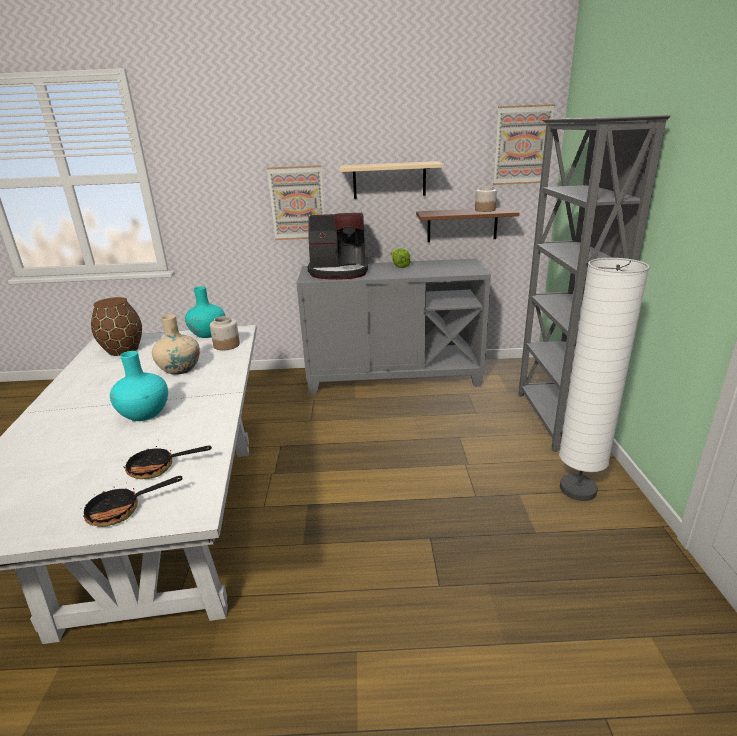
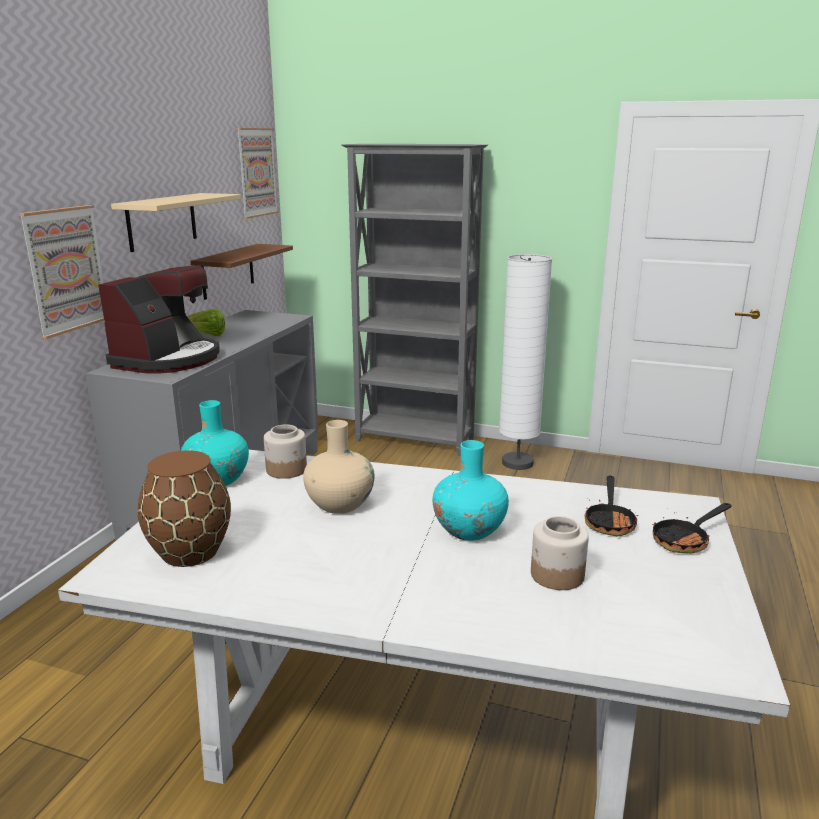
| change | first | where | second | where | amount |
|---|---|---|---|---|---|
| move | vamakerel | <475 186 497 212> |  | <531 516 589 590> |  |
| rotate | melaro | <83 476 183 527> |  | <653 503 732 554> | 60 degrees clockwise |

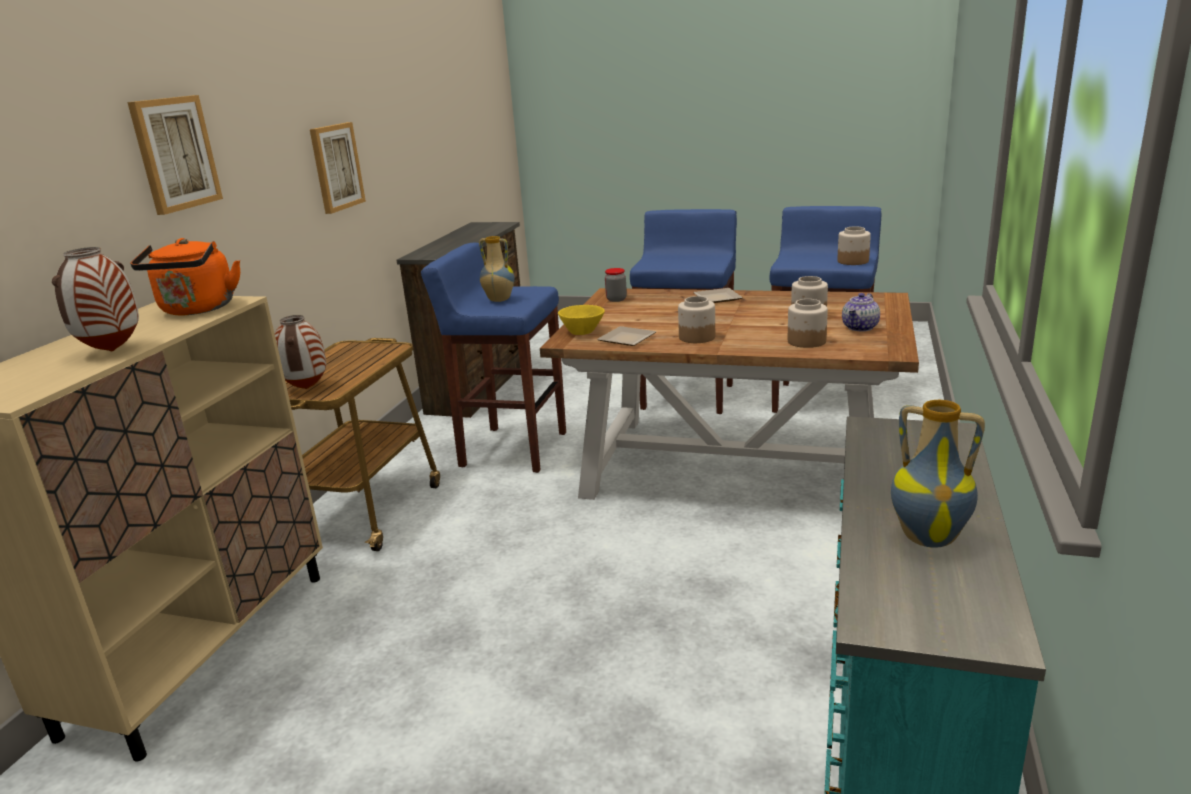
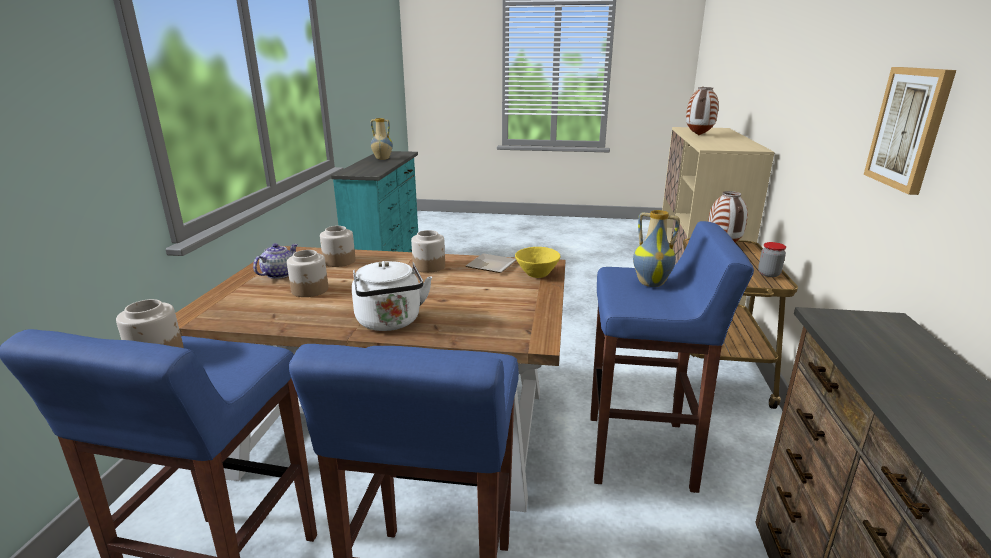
| change | first | where | second | where | amount |
|---|---|---|---|---|---|
| delete | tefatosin | <127 95 223 215> |  |  |  |
| delete | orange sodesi | <130 238 240 315> |  |  |  |
| move | vamakerel | <605 268 627 302> |  | <758 242 786 277> |  |
| replace | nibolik | <693 288 743 303> | white sodesi | <352 261 432 331> |  |

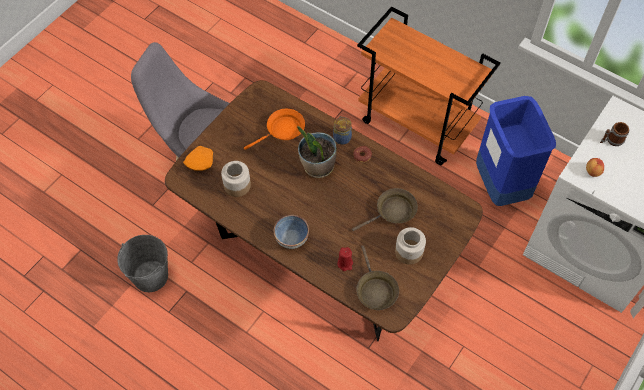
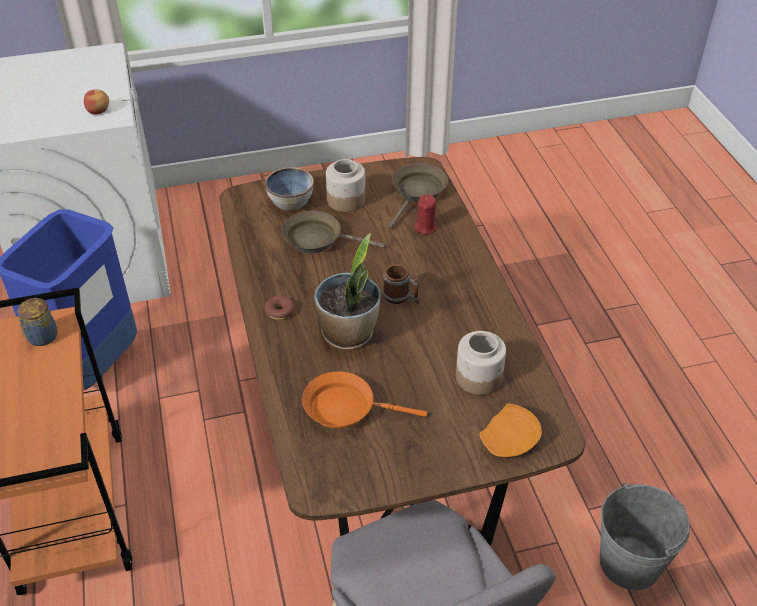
| change | first | where | second | where | amount |
|---|---|---|---|---|---|
| move | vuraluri | <273 215 309 249> |  | <265 167 314 211> |  |
| move | vamakerel | <333 116 352 145> |  | <18 298 57 346> |  |
| move | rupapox | <600 122 629 146> |  | <382 264 419 304> |  |

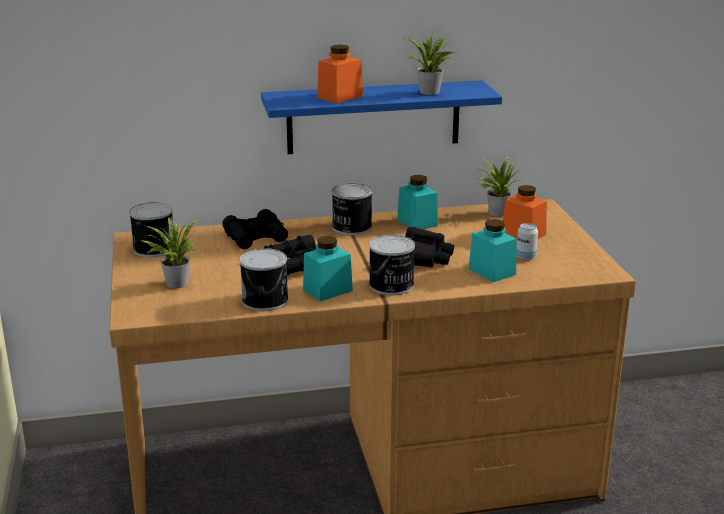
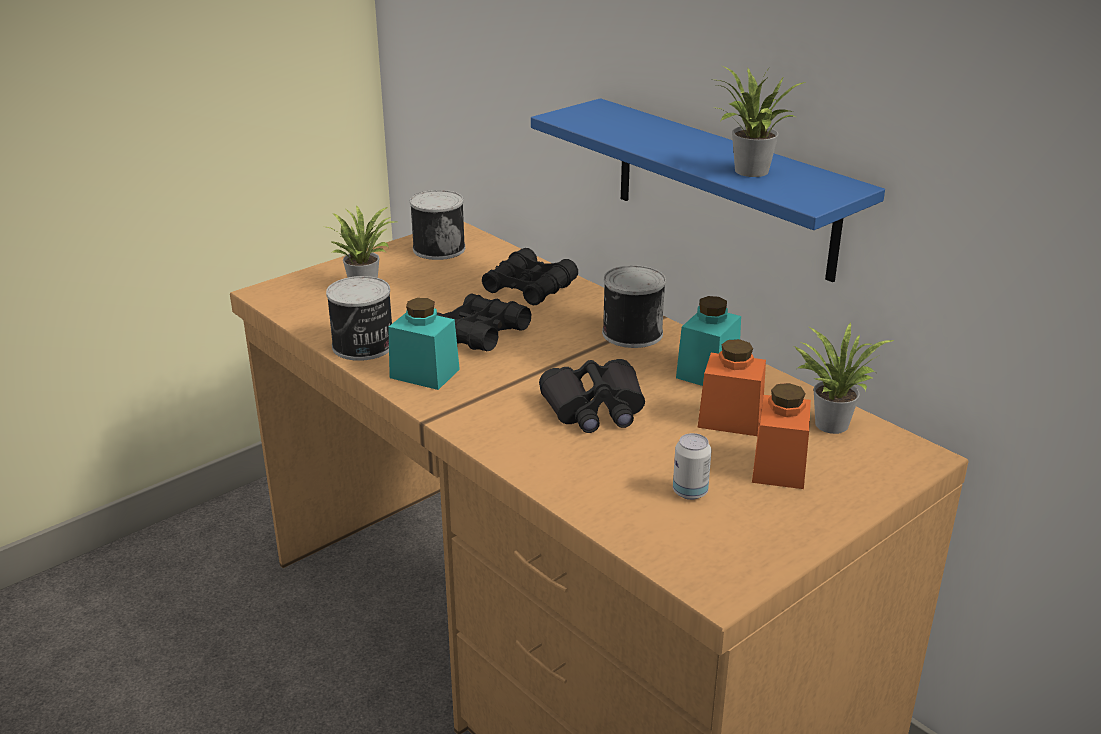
| change | first | where | second | where | amount |
|---|---|---|---|---|---|
| delete | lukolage | <369 235 415 295> |  |  |  |
| delete | turquoise vamakerel | <469 219 517 282> |  |  |  |
| move | orange vamakerel | <317 45 363 103> |  | <698 339 766 436> |  |

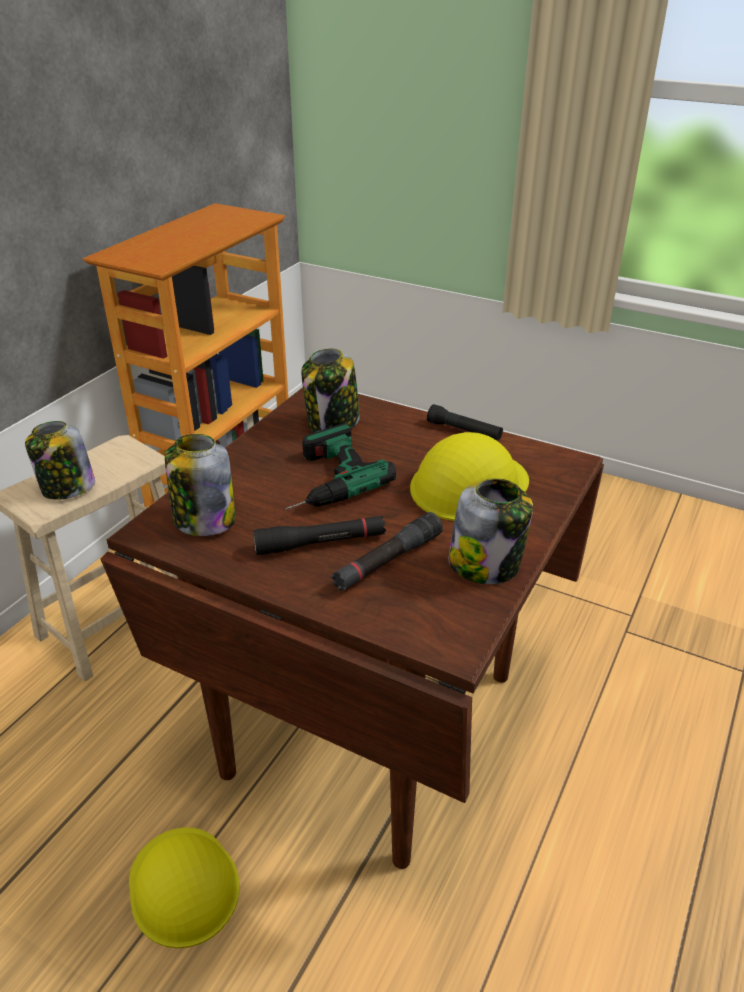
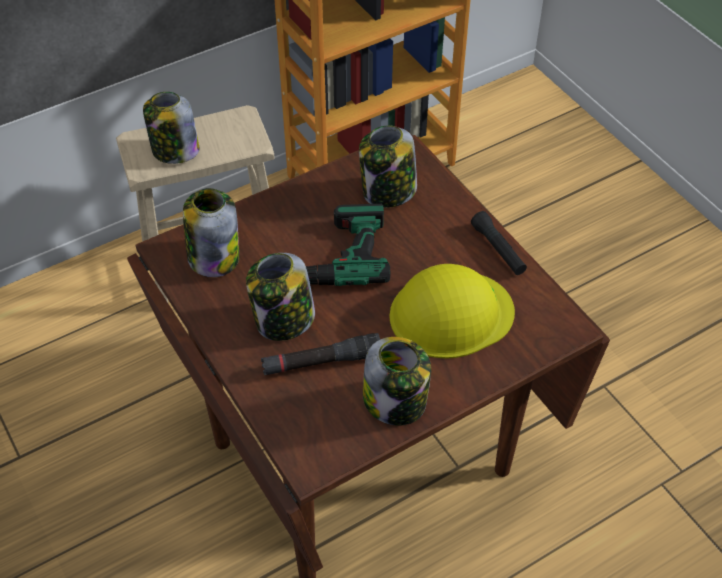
| change | first | where | second | where | amount |
|---|---|---|---|---|---|
| delete | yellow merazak | <129 827 239 948> |  |  |  |
| replace | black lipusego | <253 516 386 555> | vamakerel | <246 253 315 341> |  |

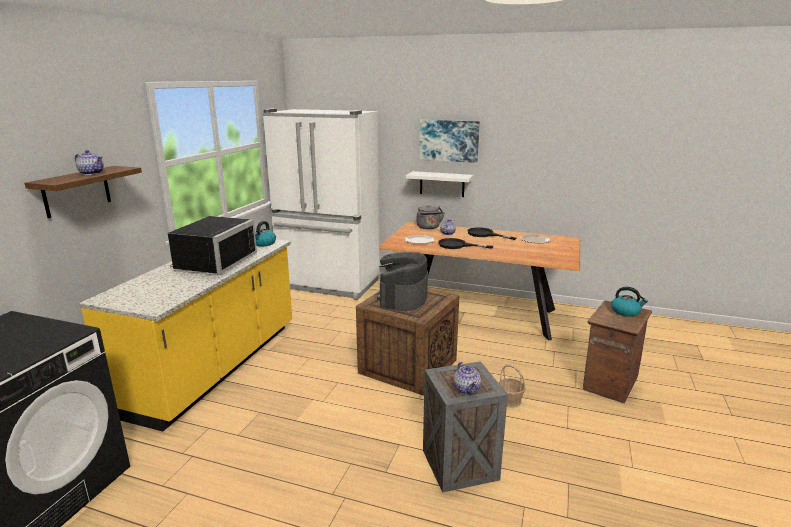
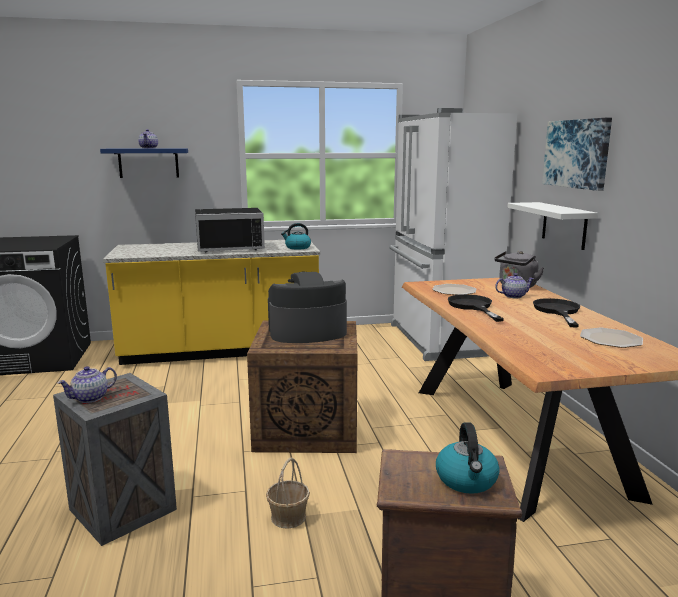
| change | first | where | second | where | amount |
|---|---|---|---|---|---|
| recolor | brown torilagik | <24 166 142 218> | blue torilagik | <100 149 188 178> |  |

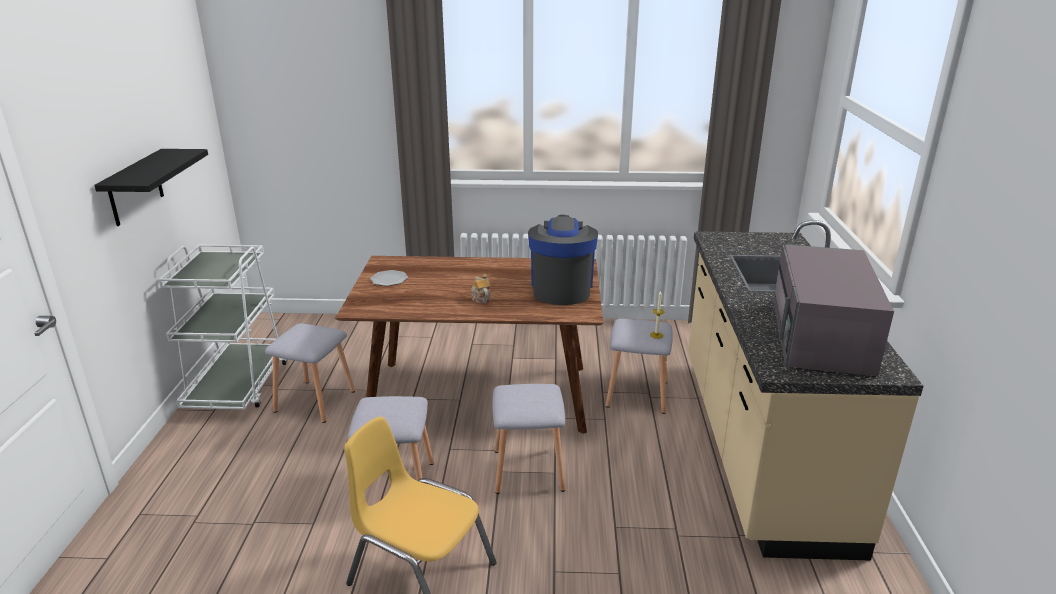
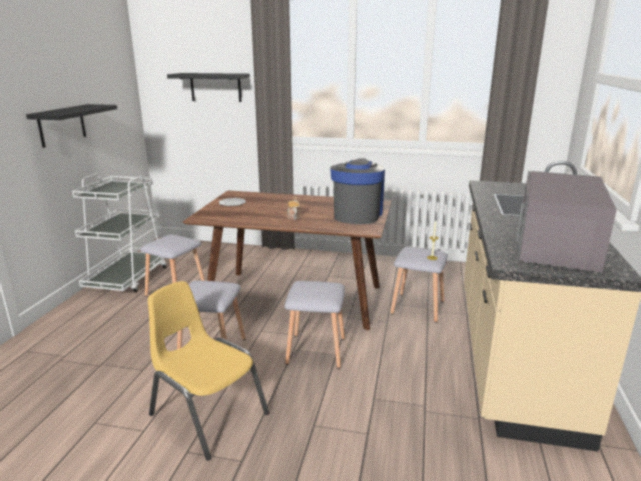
| change | first | where | second | where | amount |
|---|---|---|---|---|---|
| insert |  |  | black torilagik | <167 73 250 102> |  |

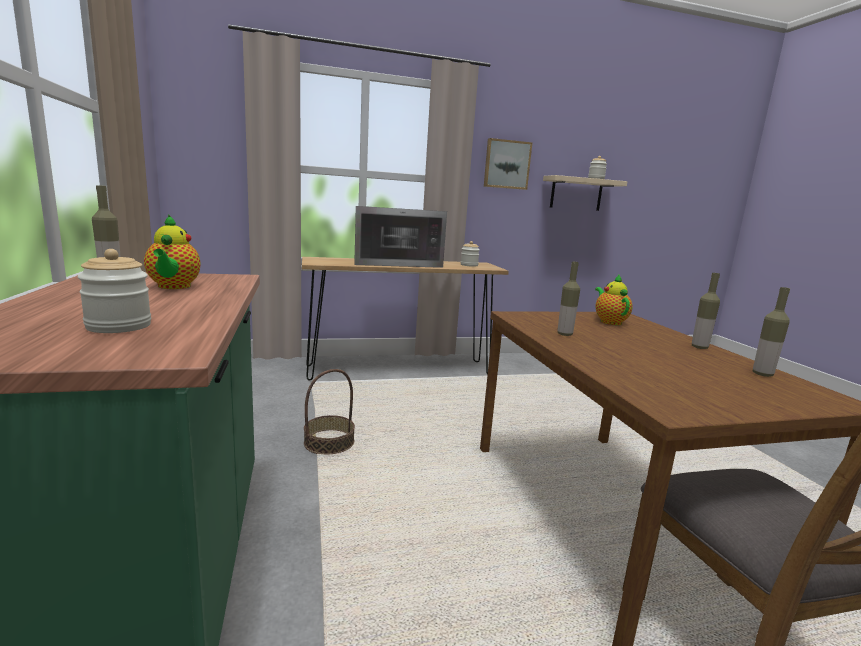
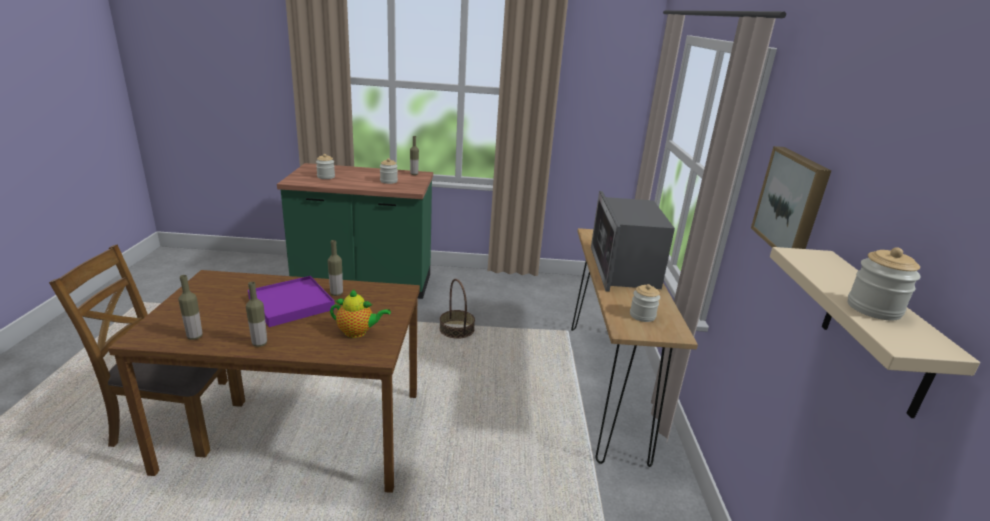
| change | first | where | second | where | amount |
|---|---|---|---|---|---|
| insert |  |  | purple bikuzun | <248 276 335 327> |  |
| replace | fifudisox | <144 214 200 289> | vamakerel | <380 158 398 184> |  |

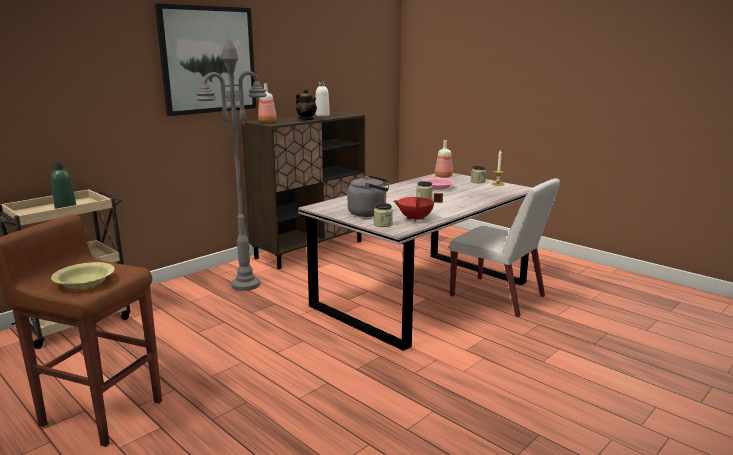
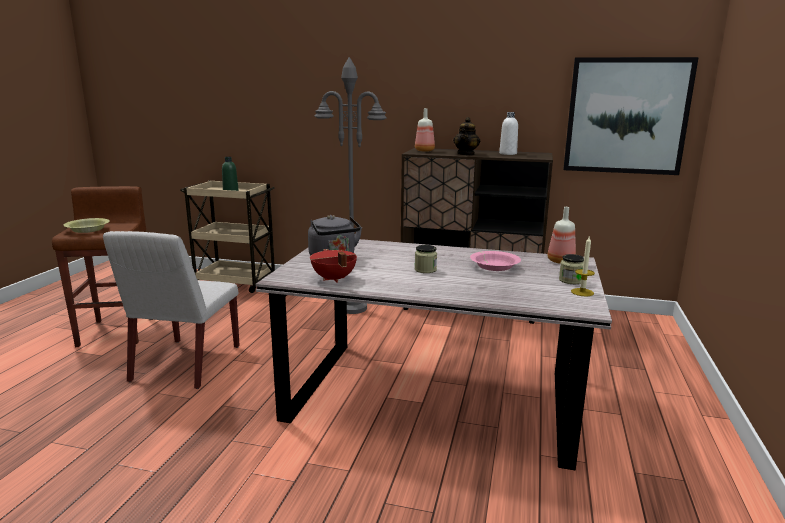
| change | first | where | second | where | amount |
|---|---|---|---|---|---|
| delete | vamakerel | <374 203 393 227> |  |  |  |
| move | tefatosin | <155 3 257 116> |  | <563 57 699 175> |  |
| move | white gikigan | <449 178 560 317> |  | <103 231 240 389> |  |

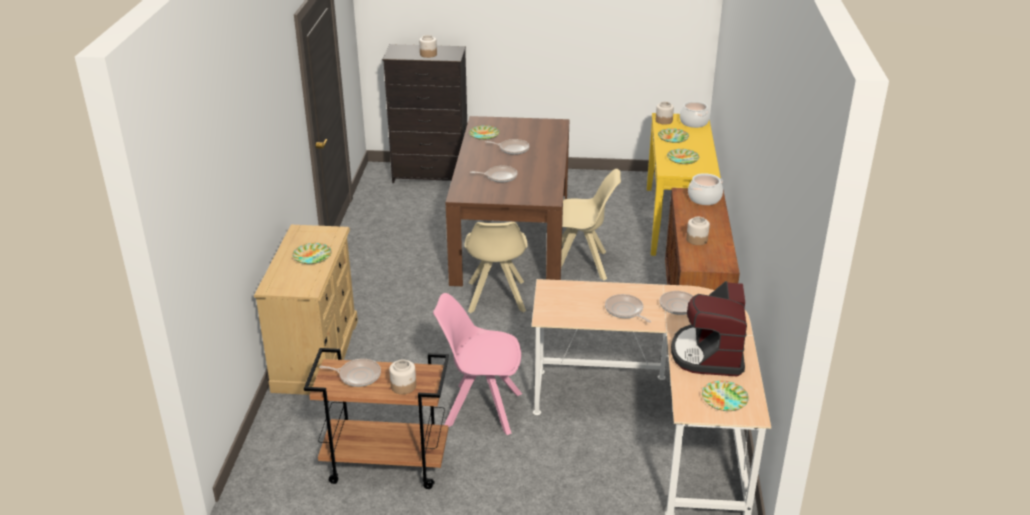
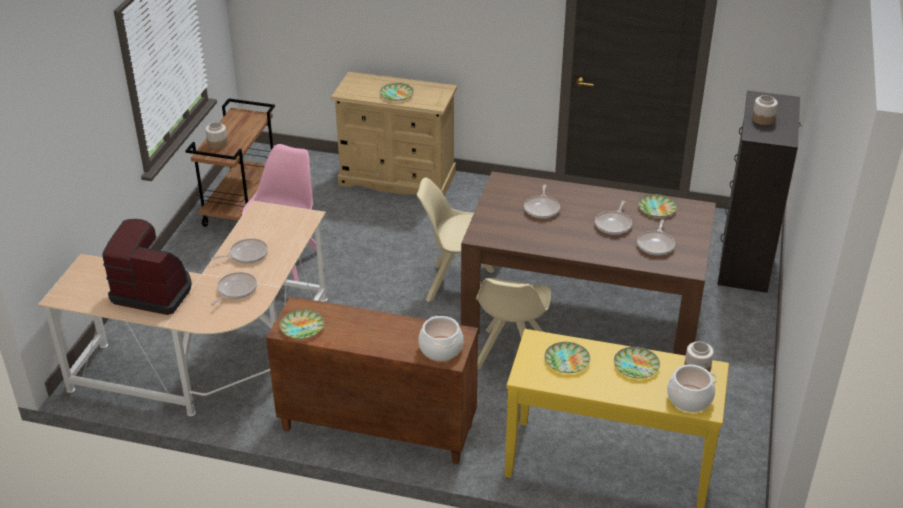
| change | first | where | second | where | amount |
|---|---|---|---|---|---|
| delete | vamakerel | <686 217 710 245> |  |  |  |
| move | melaro | <319 359 381 387> |  | <637 219 675 256> |  |
| move | nibolik | <702 381 749 411> |  | <280 309 324 339> |  |

